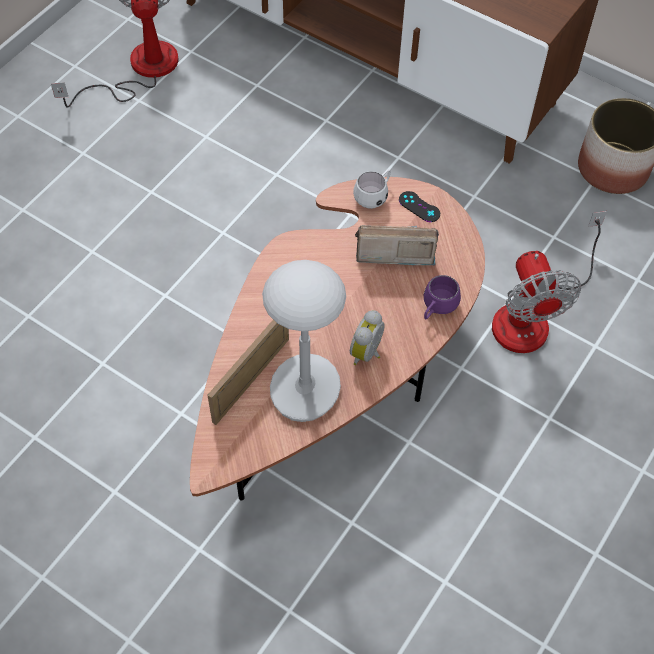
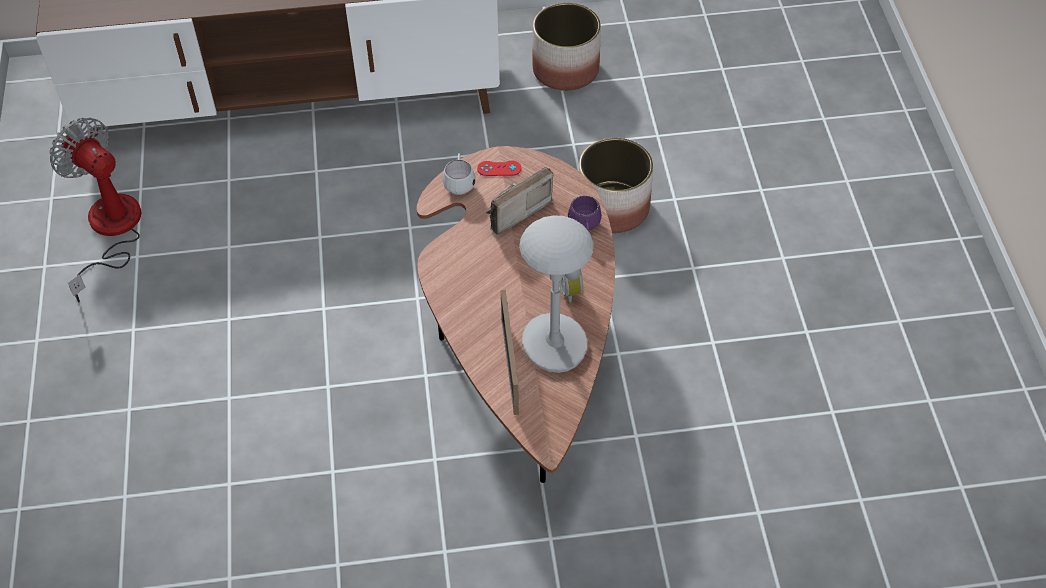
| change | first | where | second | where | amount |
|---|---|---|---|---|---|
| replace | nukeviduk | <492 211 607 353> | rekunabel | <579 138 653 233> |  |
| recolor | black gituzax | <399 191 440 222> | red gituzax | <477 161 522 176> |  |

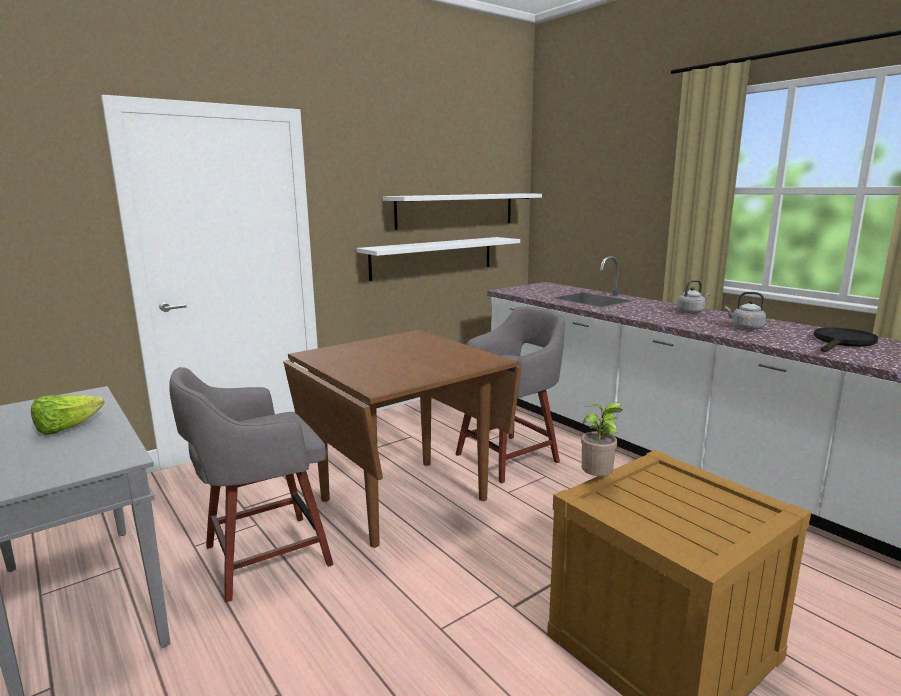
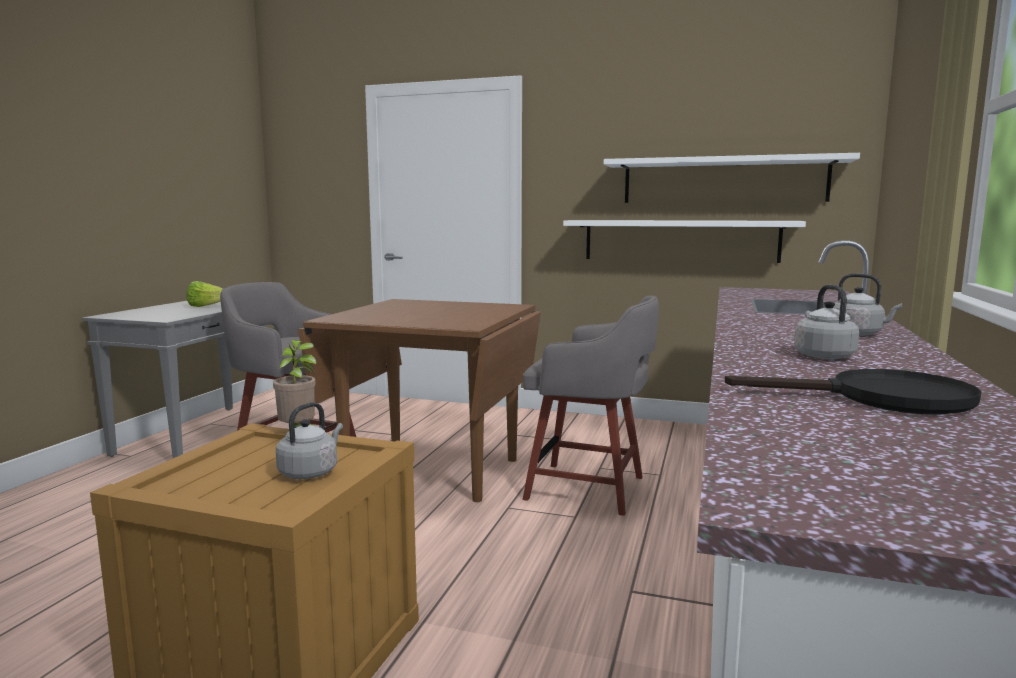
| change | first | where | second | where | amount |
|---|---|---|---|---|---|
| insert |  |  | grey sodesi | <276 402 343 479> |  |

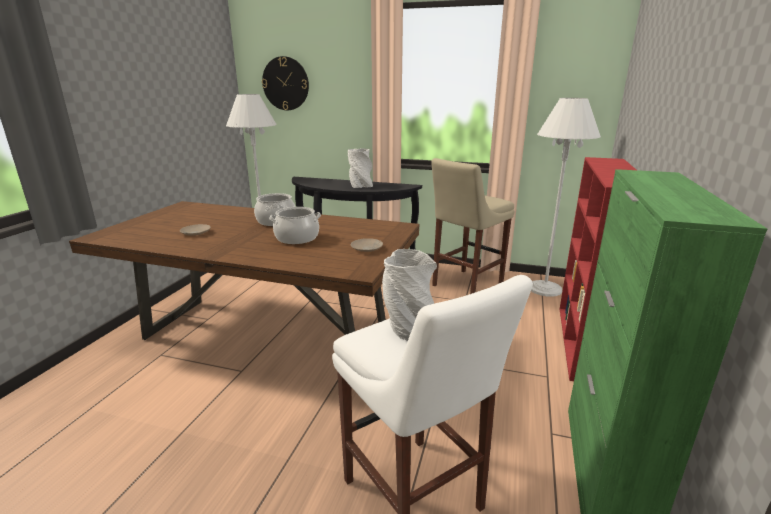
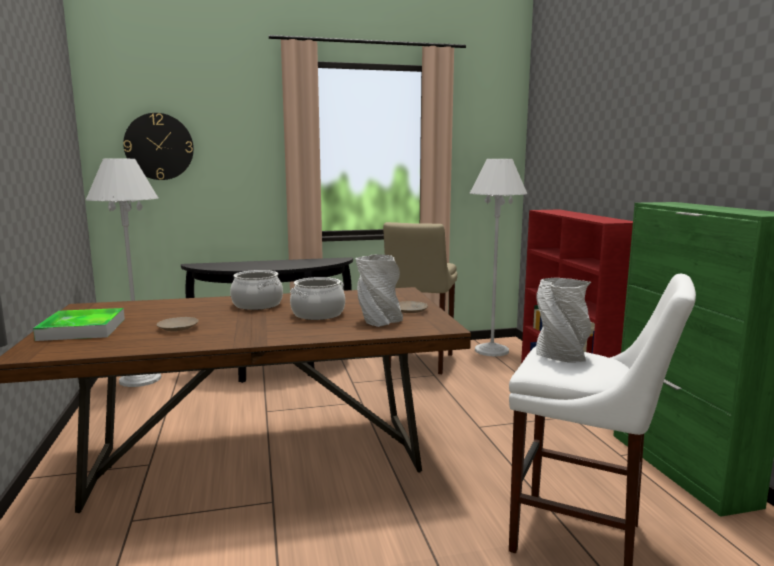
| change | first | where | second | where | amount |
|---|---|---|---|---|---|
| insert |  |  | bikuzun | <33 308 125 341> |  |
| move | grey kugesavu | <348 149 373 188> |  | <355 254 403 327> |  |

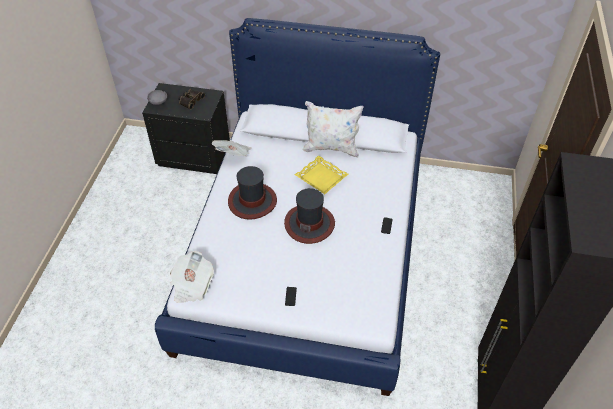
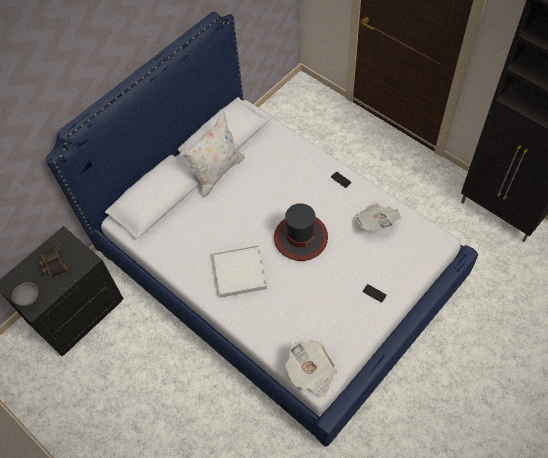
| change | first | where | second | where | amount |
|---|---|---|---|---|---|
| delete | yellow bikuzun | <295 155 348 194> |  |  |  |
| move | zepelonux | <212 140 252 156> |  | <355 202 401 231> |  |
| replace | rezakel | <228 166 277 220> | white bikuzun | <213 245 267 298> |  |

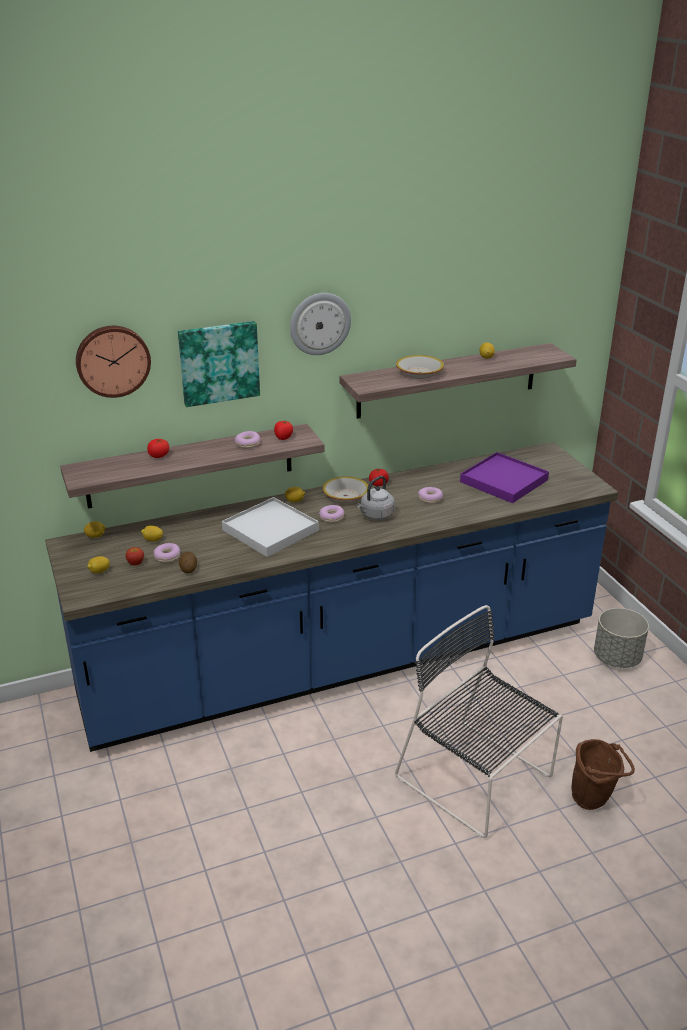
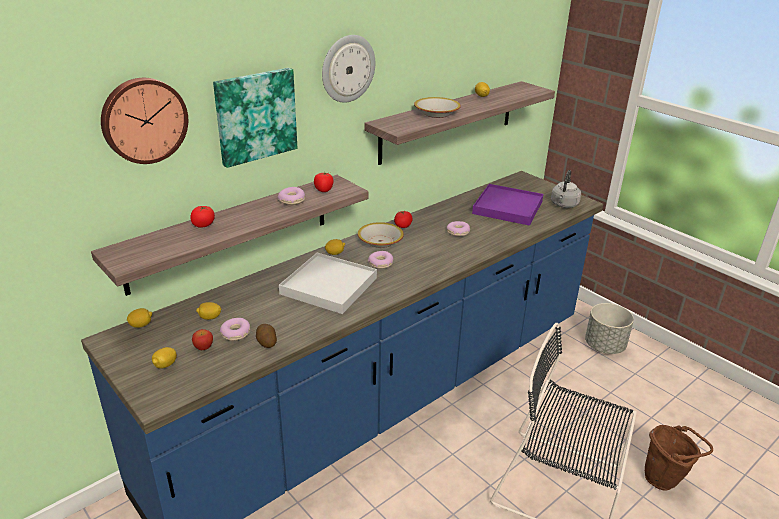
| change | first | where | second | where | amount |
|---|---|---|---|---|---|
| move | grey sodesi | <357 476 395 520> |  | <551 170 581 208> |  |

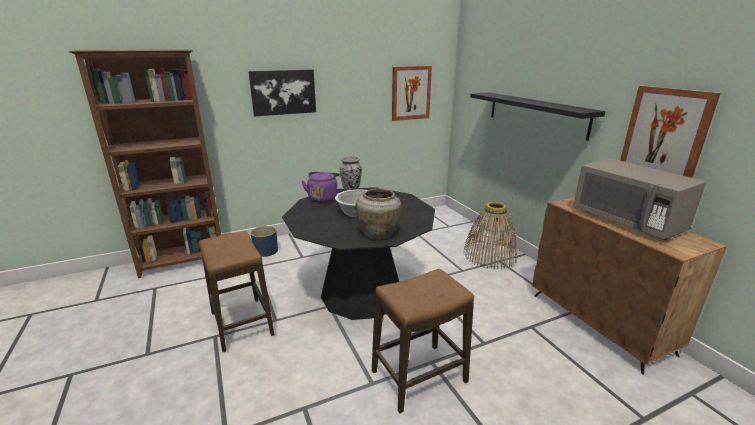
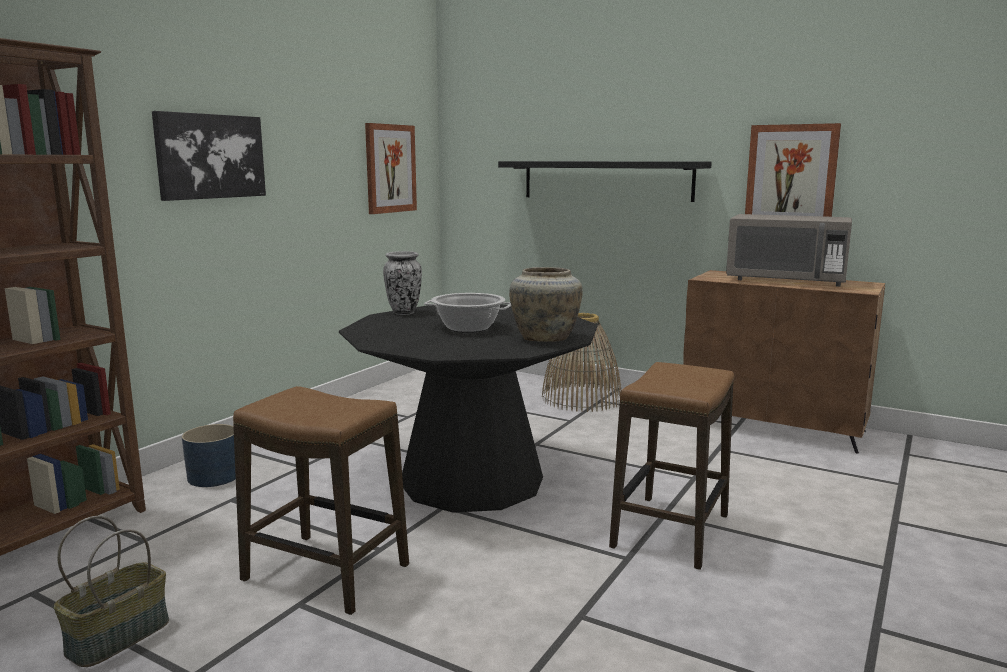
| change | first | where | second | where | amount |
|---|---|---|---|---|---|
| delete | purple sodesi | <302 172 340 203> |  |  |  |
| insert |  |  | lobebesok | <54 516 169 667> |  |

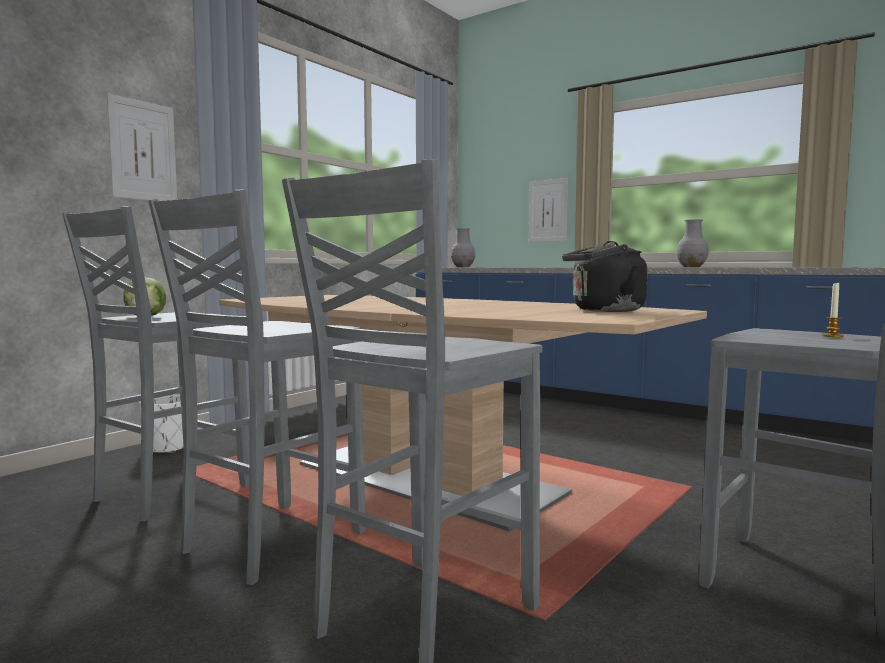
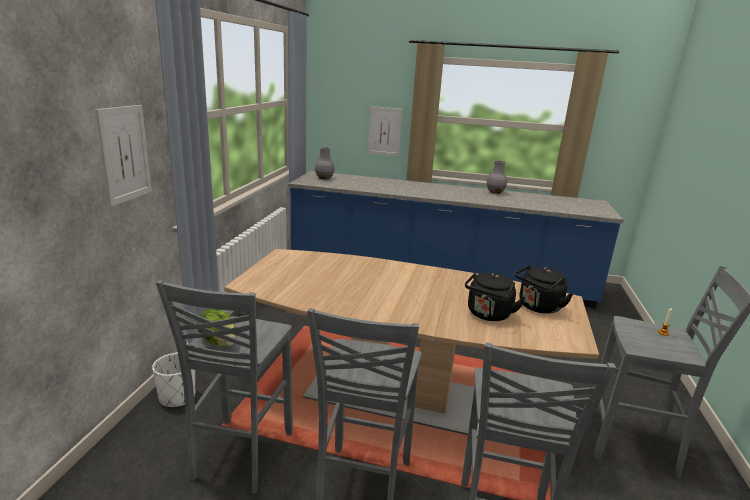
| change | first | where | second | where | amount |
|---|---|---|---|---|---|
| insert |  |  | black sodesi | <465 271 525 321> |  |

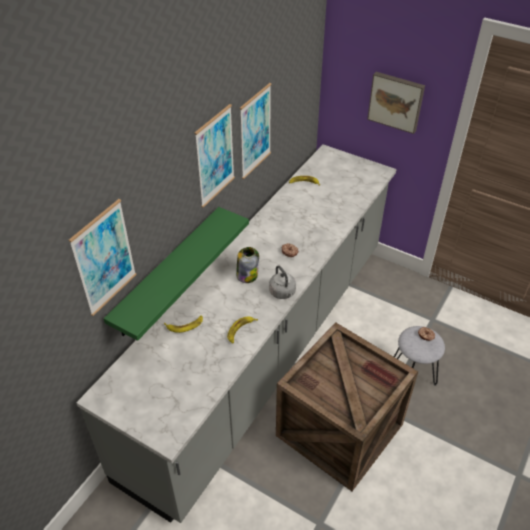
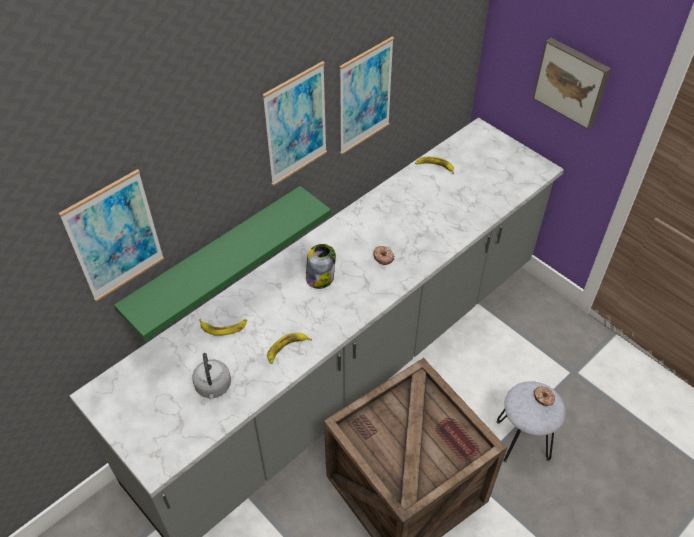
| change | first | where | second | where | amount |
|---|---|---|---|---|---|
| move | grey sodesi | <269 265 296 299> |  | <192 353 231 400> |  |

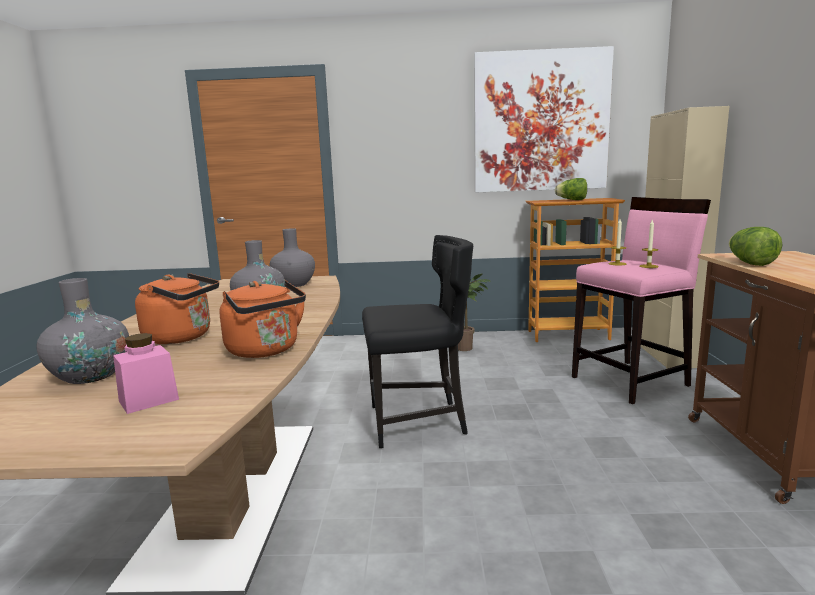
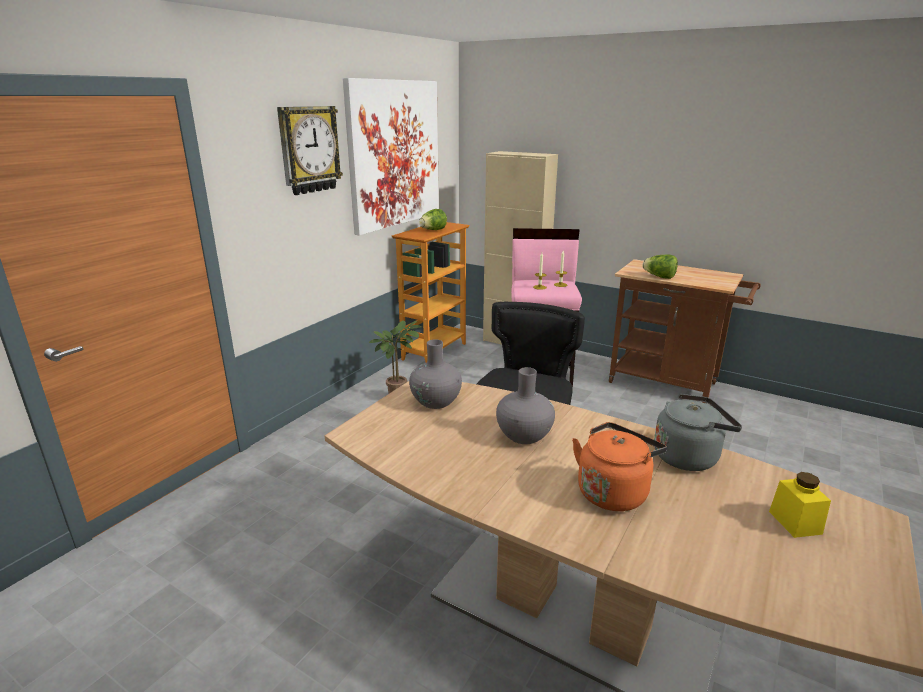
| change | first | where | second | where | amount |
|---|---|---|---|---|---|
| delete | grey kugesavu | <36 278 129 384> |  |  |  |
| insert |  |  | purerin | <277 106 343 195> |  |
| recolor | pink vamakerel | <113 333 179 414> | yellow vamakerel | <769 472 831 538> |  |
| recolor | orange sodesi | <220 281 306 358> | grey sodesi | <654 394 742 471> |  |

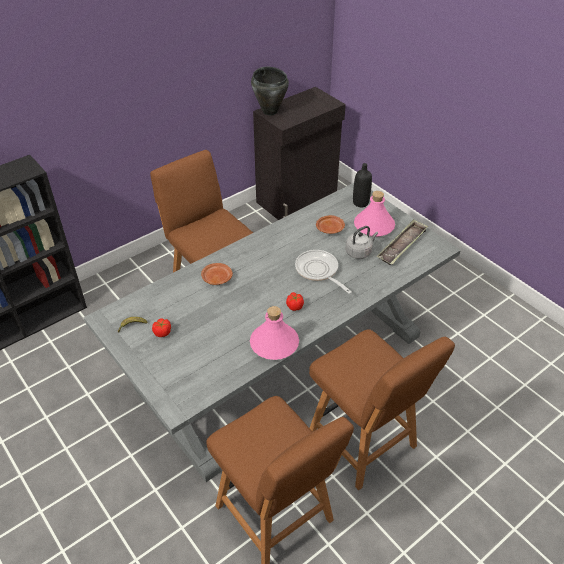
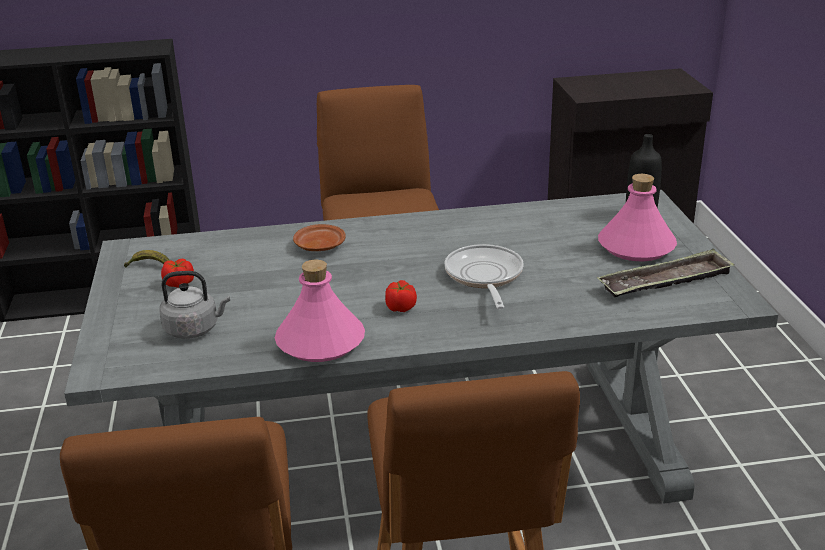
| change | first | where | second | where | amount |
|---|---|---|---|---|---|
| delete | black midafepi | <251 67 289 116> |  |  |  |
| delete | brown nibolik | <316 215 345 234> |  |  |  |
| move | grey sodesi | <345 226 378 259> |  | <159 271 230 339> |  |

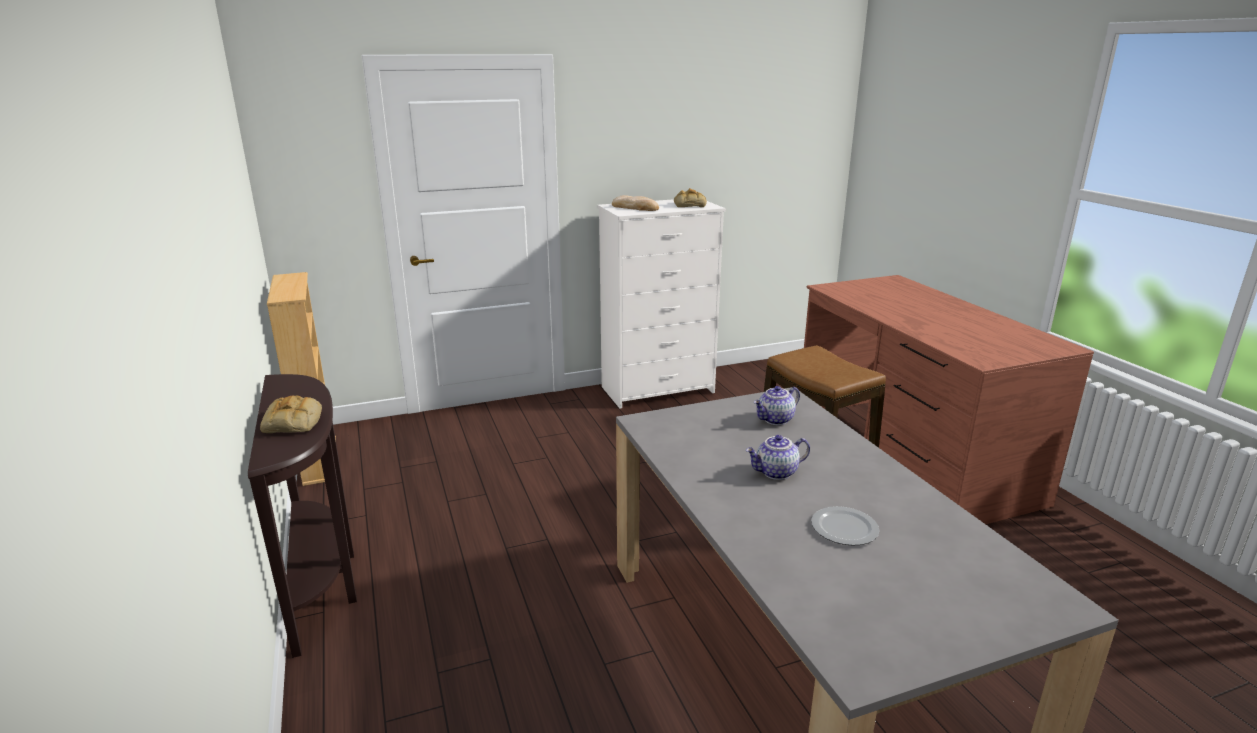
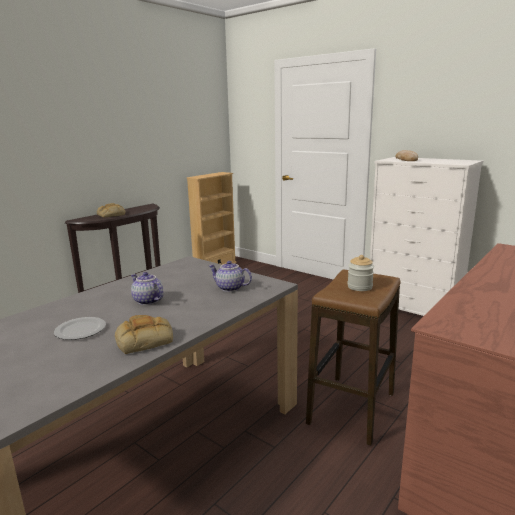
| change | first | where | second | where | amount |
|---|---|---|---|---|---|
| insert |  |  | vamakerel | <347 255 374 291> |  |
| move | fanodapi | <674 188 707 207> |  | <115 315 173 354> |  |

